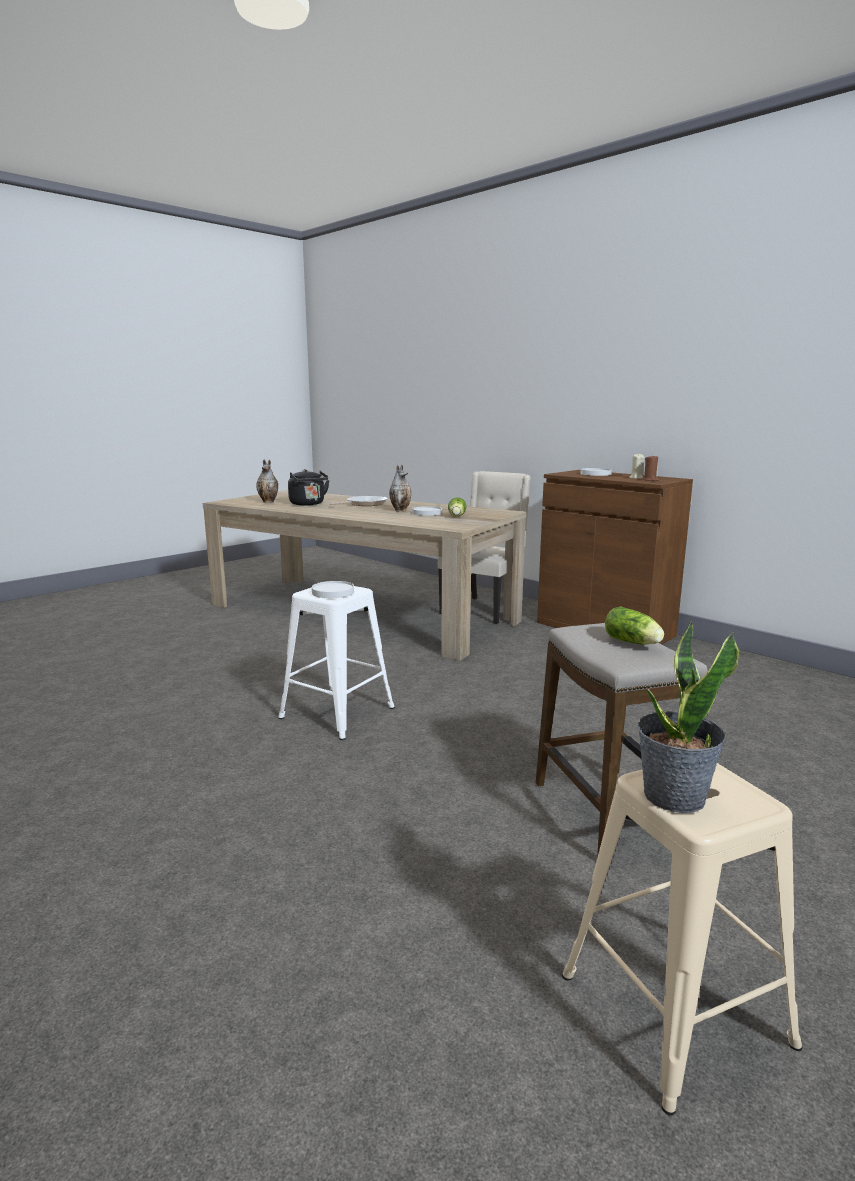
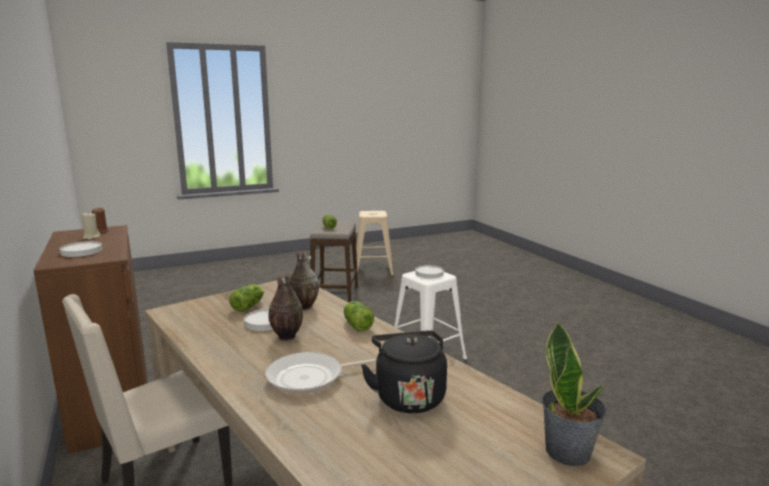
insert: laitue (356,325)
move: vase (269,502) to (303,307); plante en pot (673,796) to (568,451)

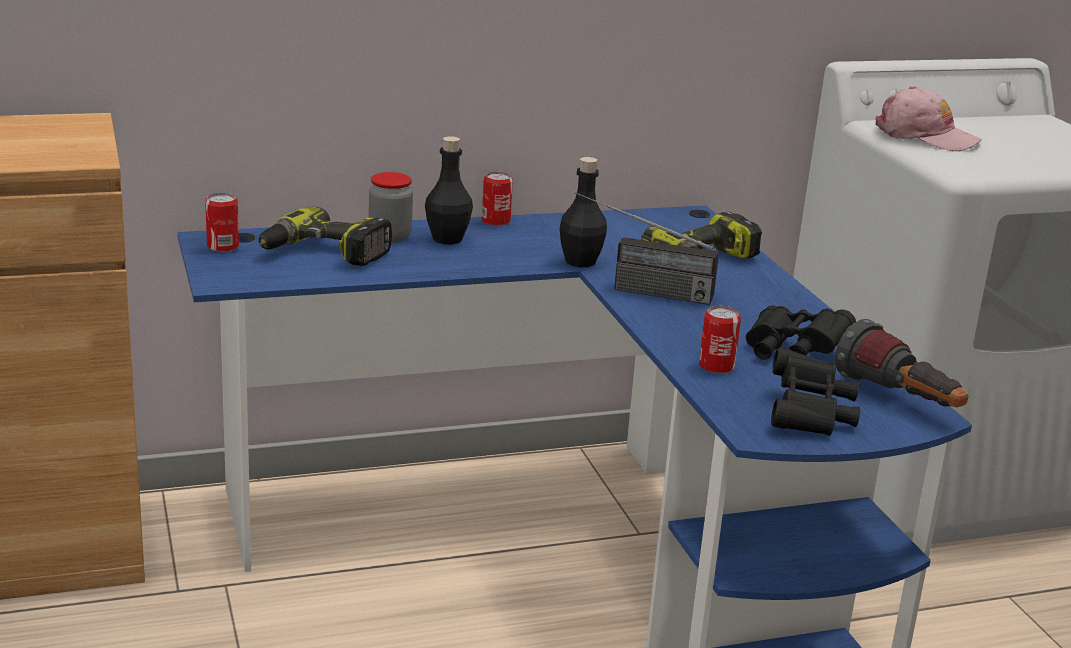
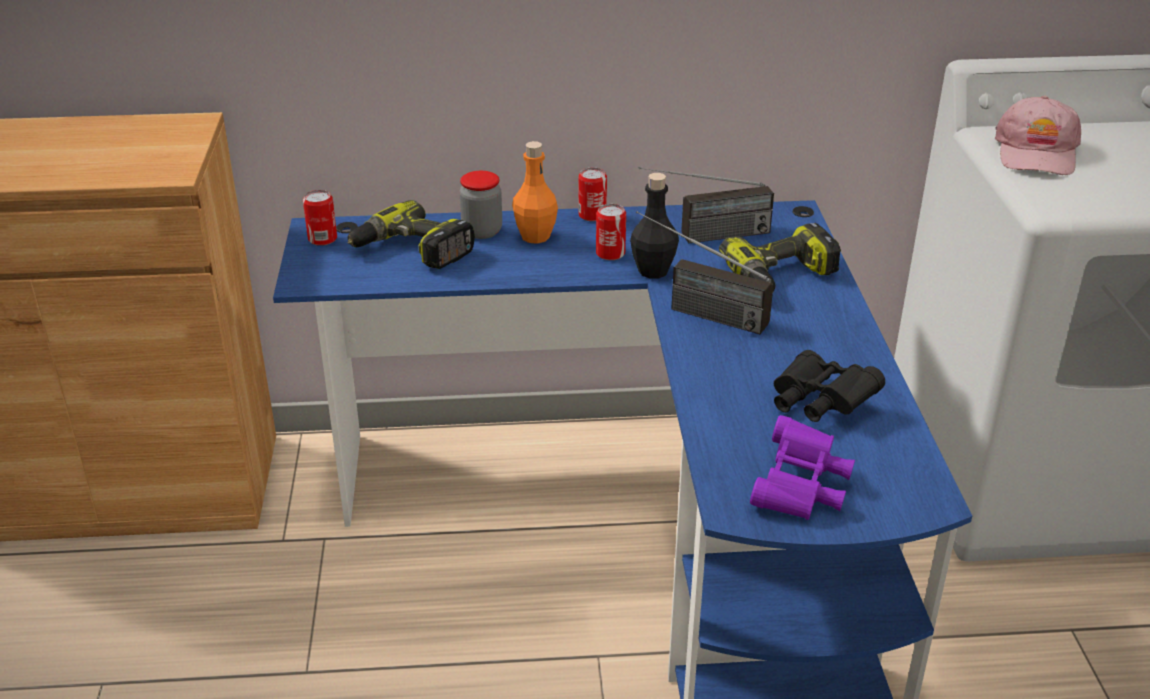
delete: lampe de poche (900,401)
insert: radio (704,237)
move: boîte métallique (716,366) to (610,253)
recolor: bouteille/noir (447,239) to bouteille/orange (535,236); jumelles/noir (809,415) to jumelles/violet (800,489)
rotate: casquette/rose (925,137) = (1036,152) 60 degrees clockwise

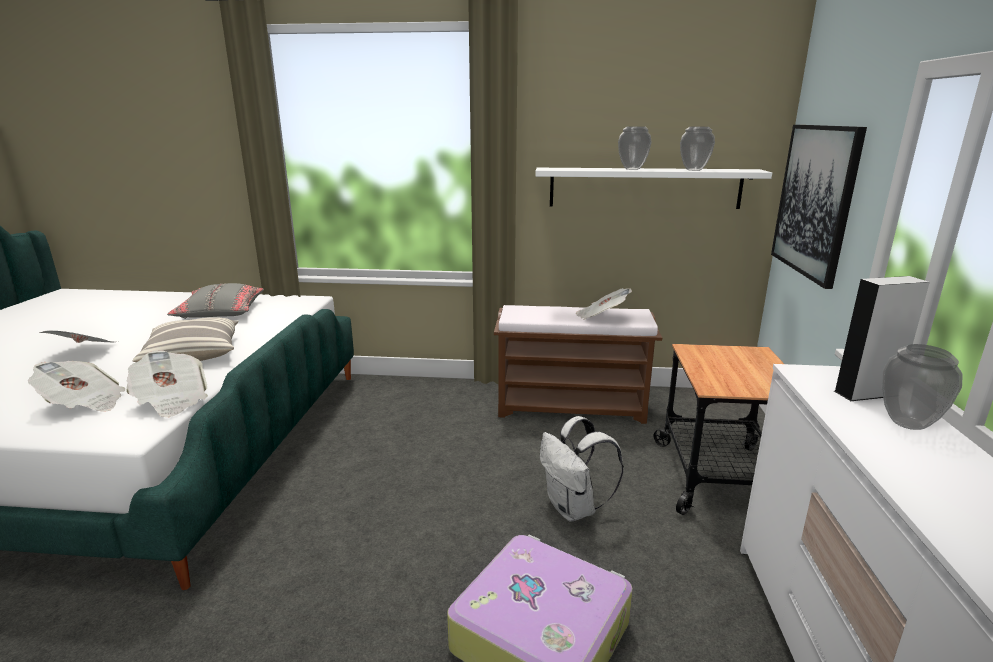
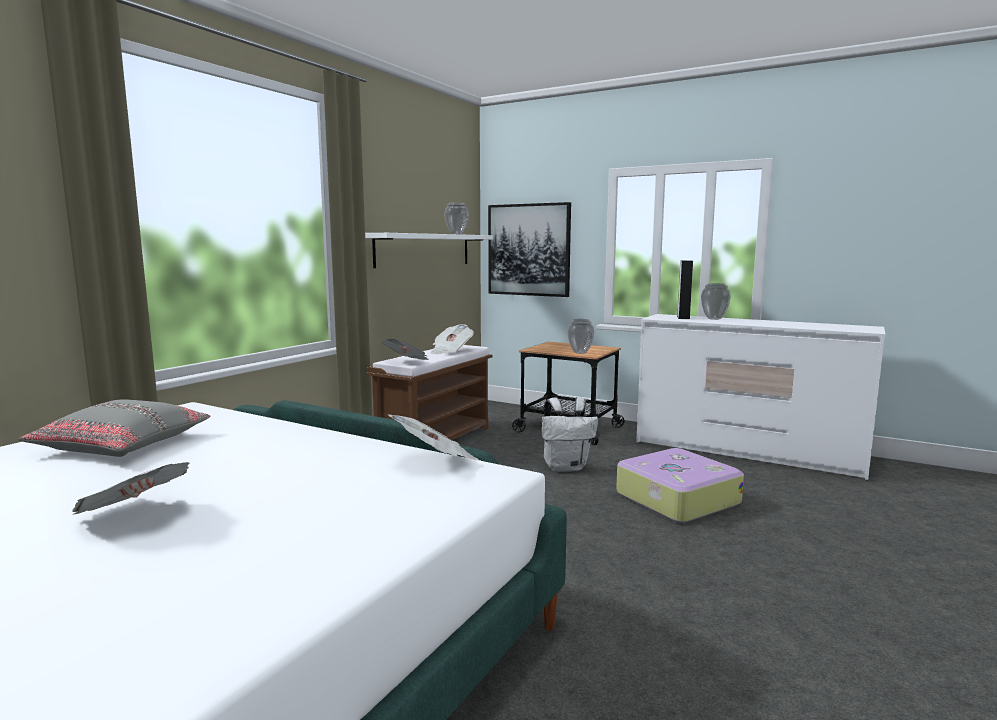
delete: coussin (193,354)
move: journal (84,404) to (407,363); vase (633,169) to (580,352)

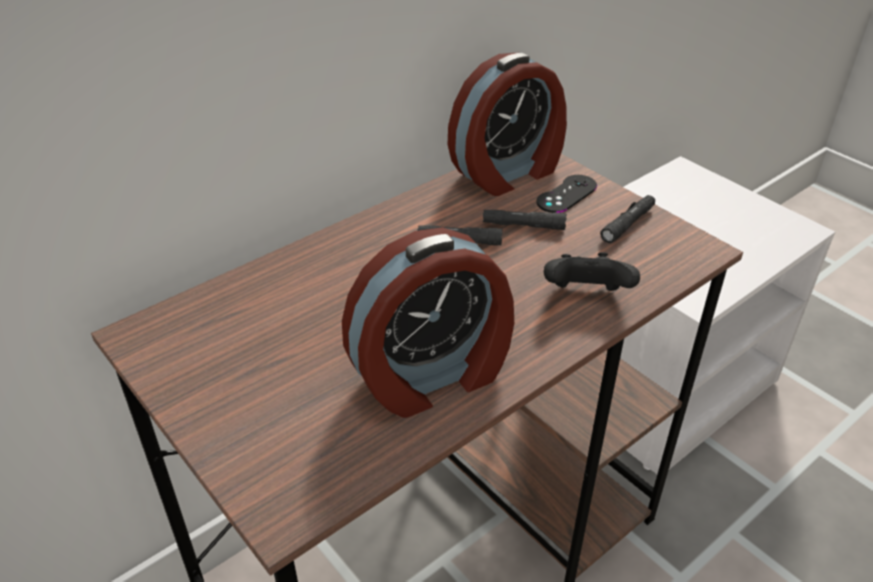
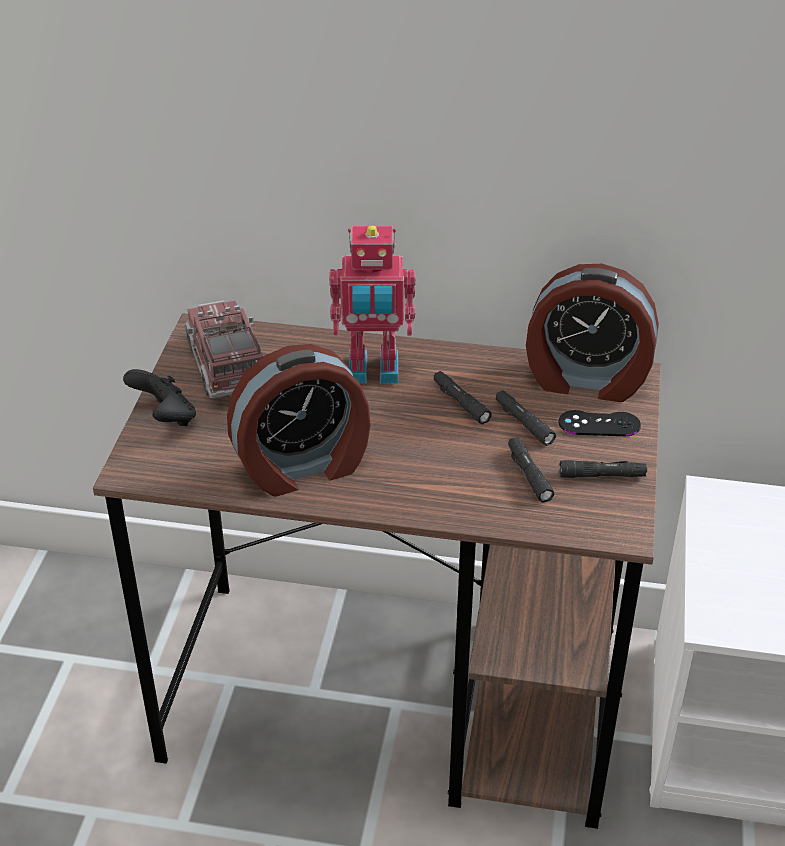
insert: camion jouet (227,365); robot jouet (373,372); lampe de poche/noir (528,474)
move: manette/noir (586,296) to (165,418)
rotate: réveil (433,376) = (303,466) 45 degrees counterclockwise

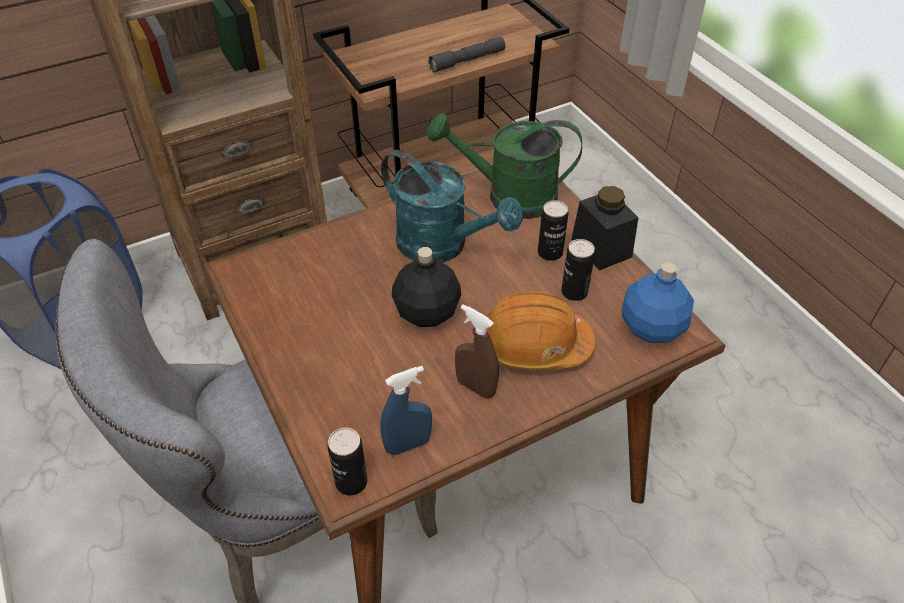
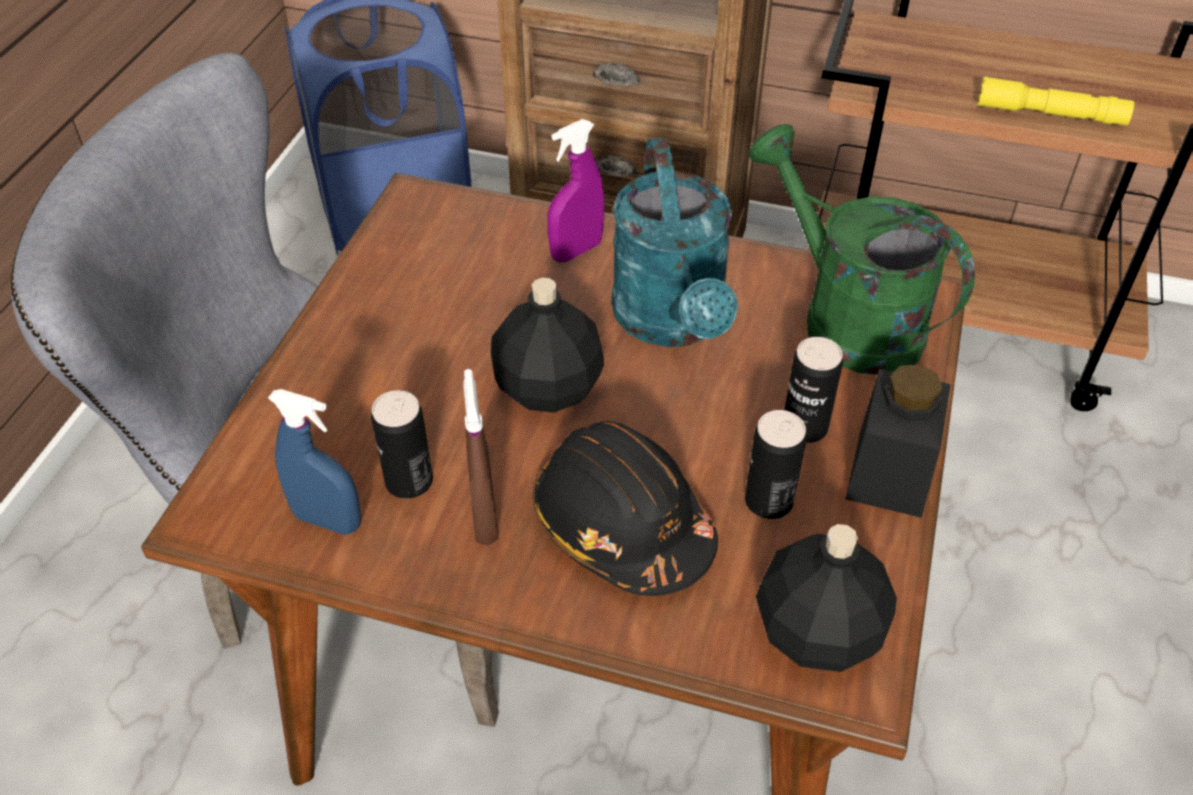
insert: vaporisateur/violet (576,251)
move: boîte métallique (351,482) to (409,481)
recolor: casque de chantier/orange (534,345) to casque de chantier/noir (621,526); bouteille/bleu (653,327) to bouteille/noir (819,634); lampe de poche/gris (467,61) to lampe de poche/jaune (1050,114)

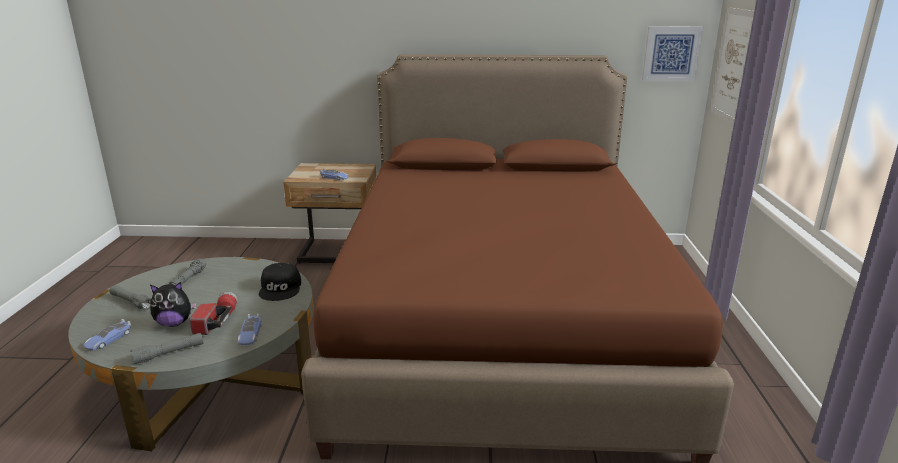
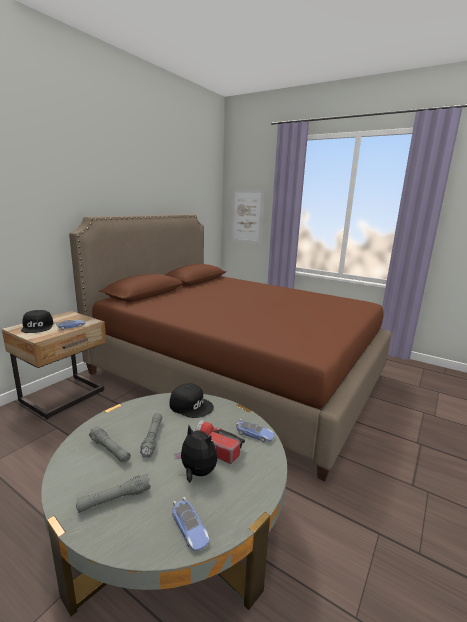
delete: tableau (671,53)
insert: casquette/noir (38,326)
move: lampe de poche/gris (169,353) to (152,438)
rotate: peluche (174,323) = (197,473) 75 degrees counterclockwise

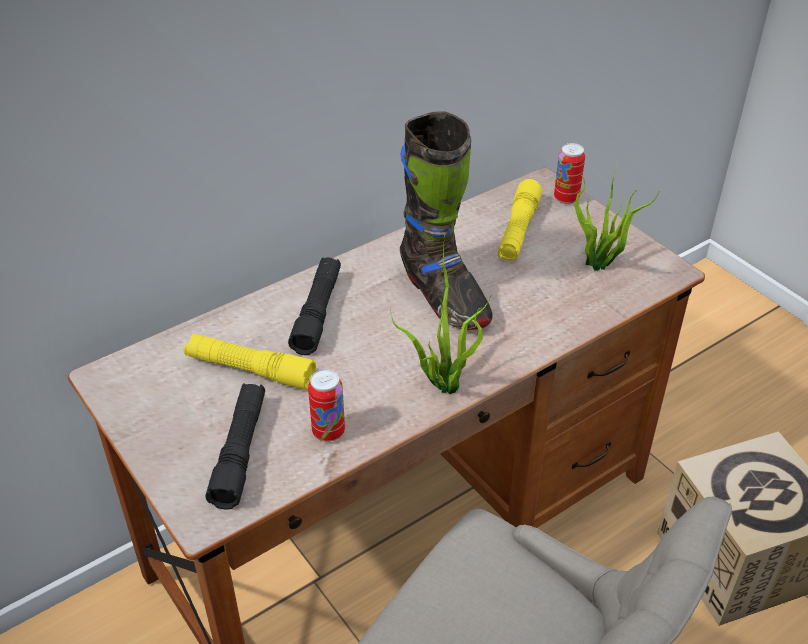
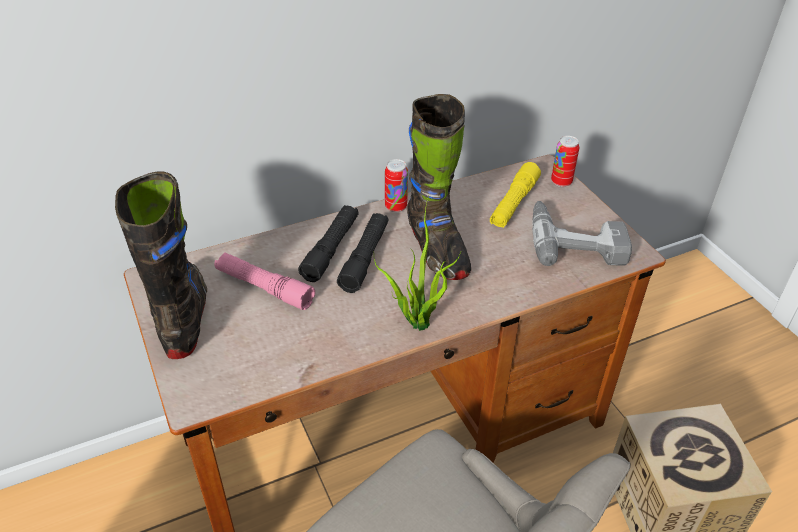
insert: botte/noir (184,317)
move: lampe de poche/noir (240,452) to (365,258); boîte métallique (328,432) to (396,207)
replace: plante en pot (599,265) to perceuse (575,241)
recolor: lampe de poche/jaune (250,370) to lampe de poche/rose (264,288)

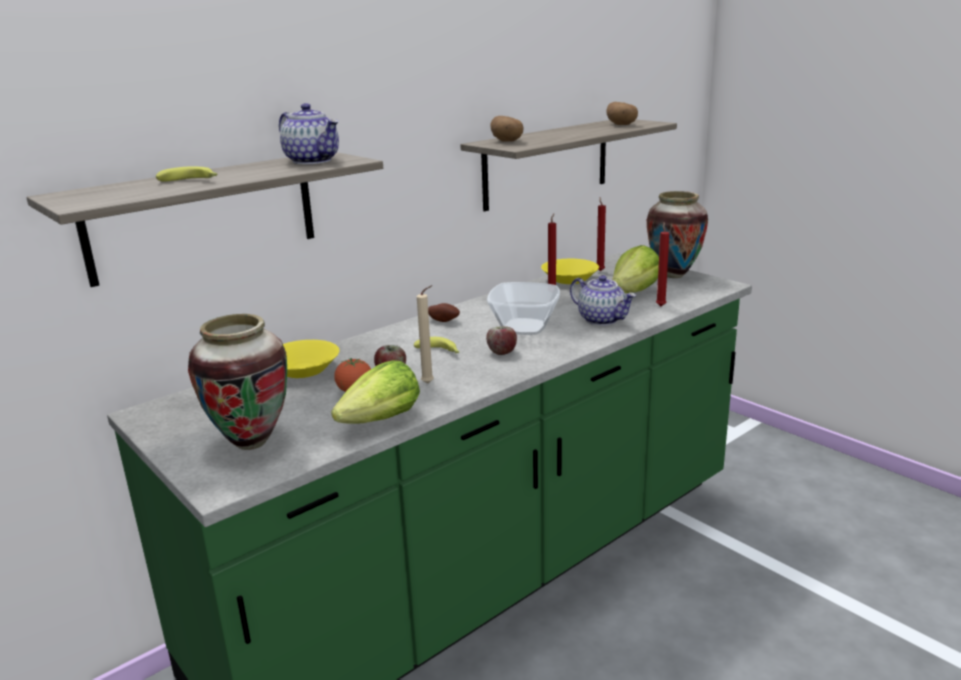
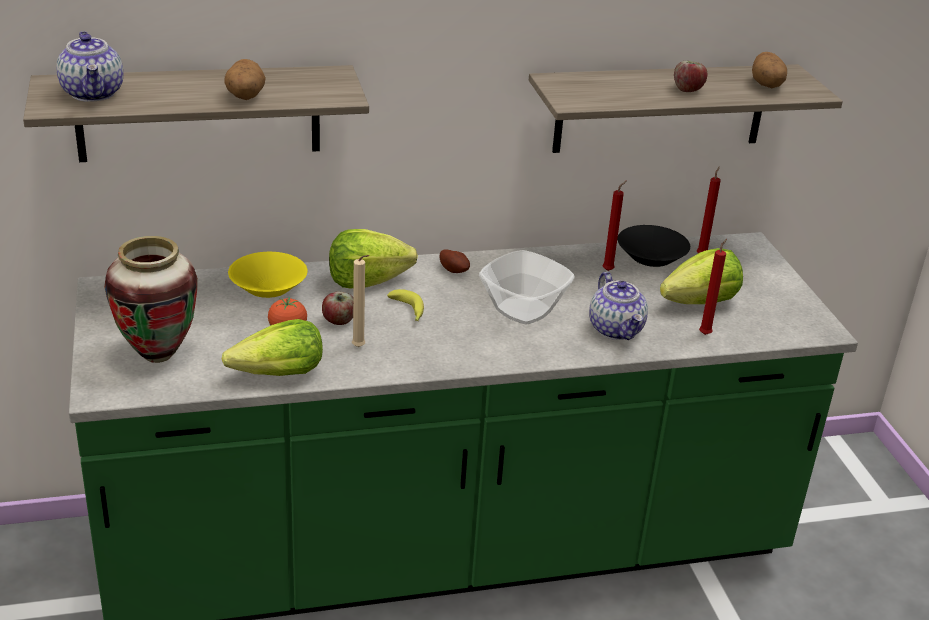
delete: banane (191,181); vase (673,275)
insert: laitue (367,281)
move: théière (313,161) to (94,93); pomme de terre (507,141) to (245,96); pomme (502,352) to (688,90)
recolor: bol/jaune (569,279) to bol/noir (651,256)

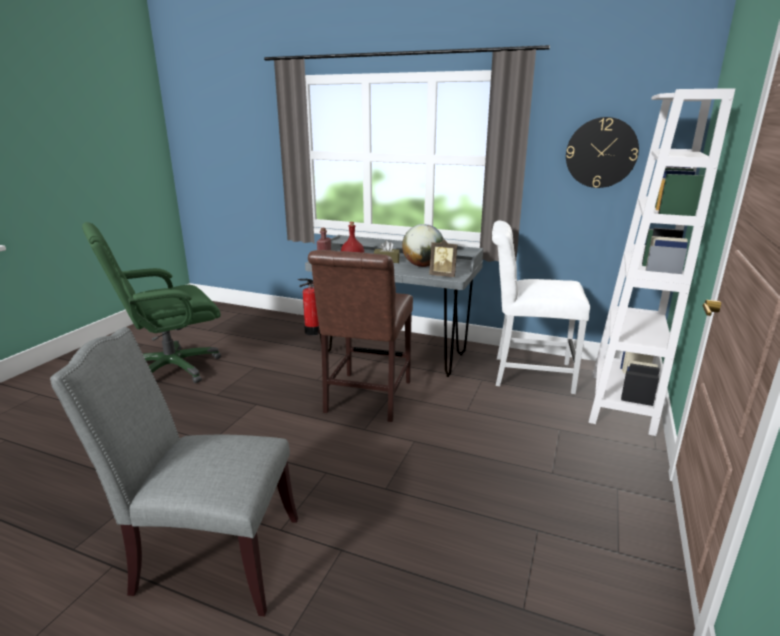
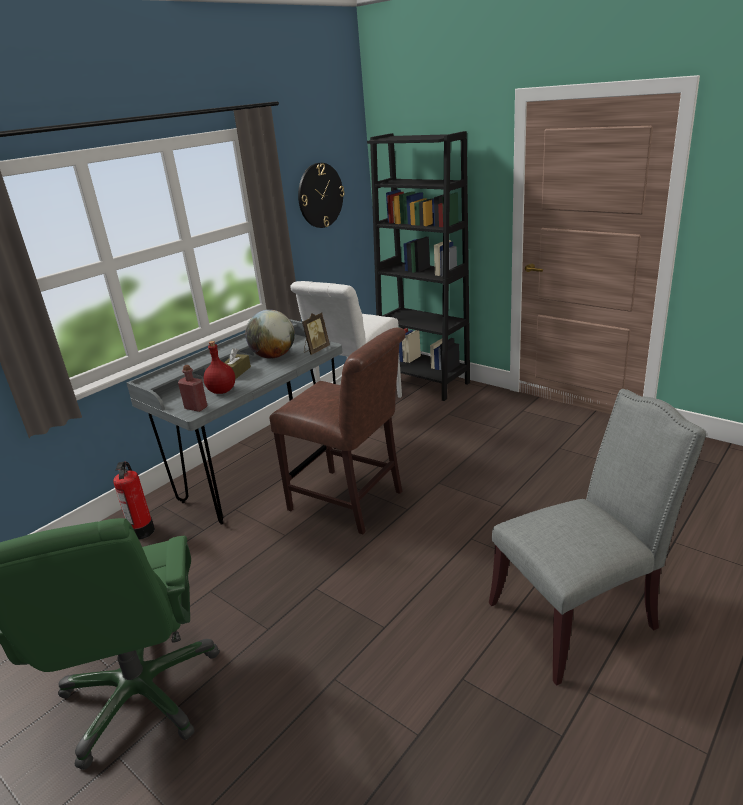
recolor: bibliothèque/blanc (621,403) to bibliothèque/noir (423,383)
rotate: chaise/gris (210,558) = (579,616) 135 degrees counterclockwise

